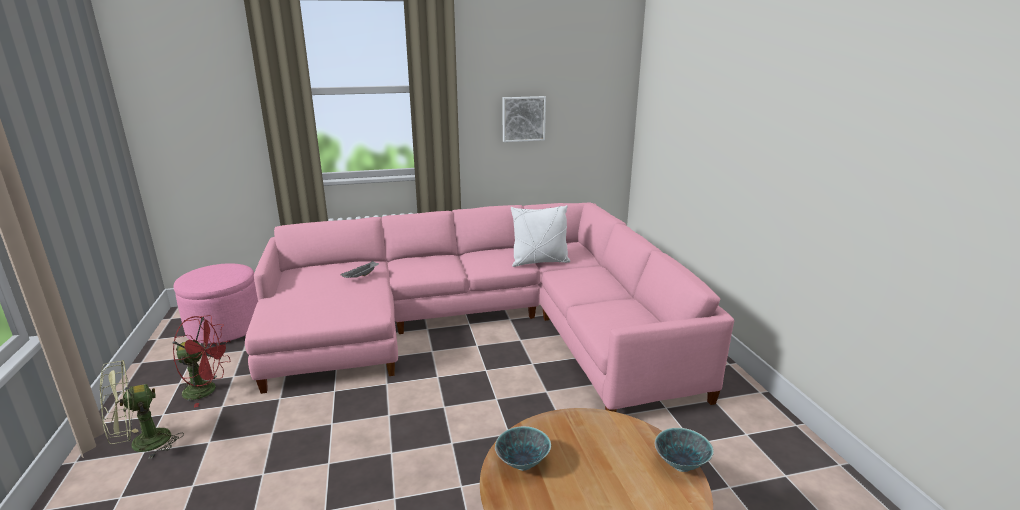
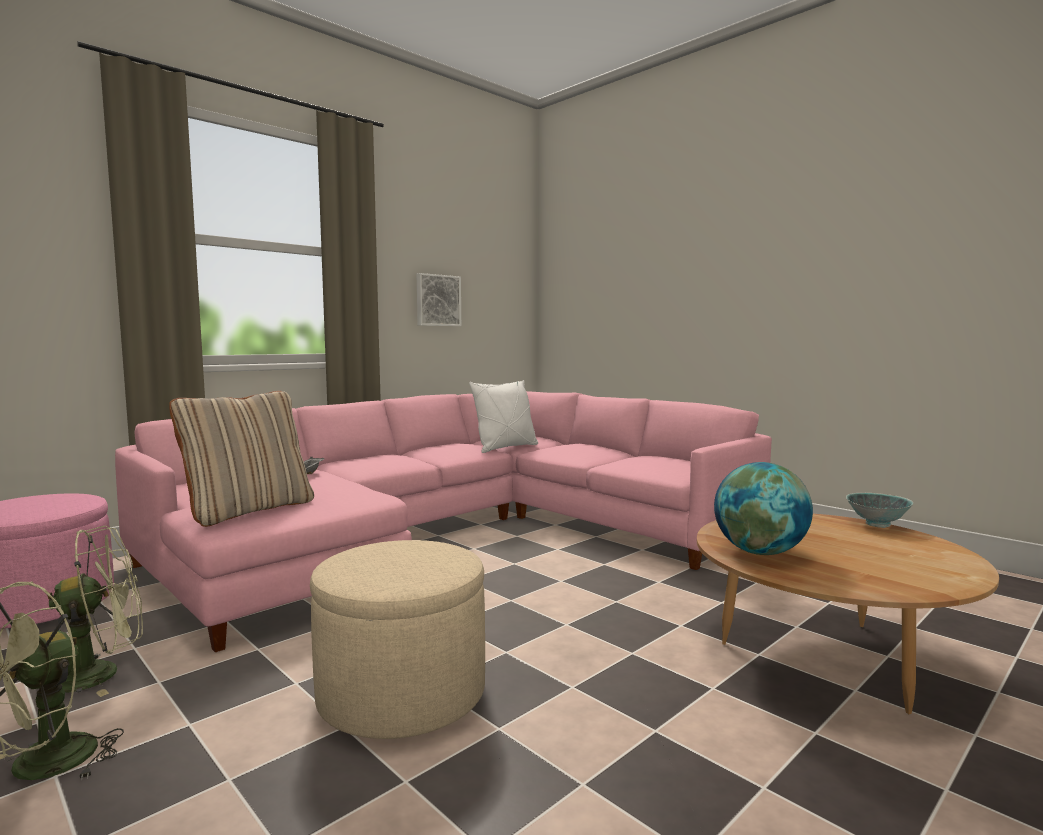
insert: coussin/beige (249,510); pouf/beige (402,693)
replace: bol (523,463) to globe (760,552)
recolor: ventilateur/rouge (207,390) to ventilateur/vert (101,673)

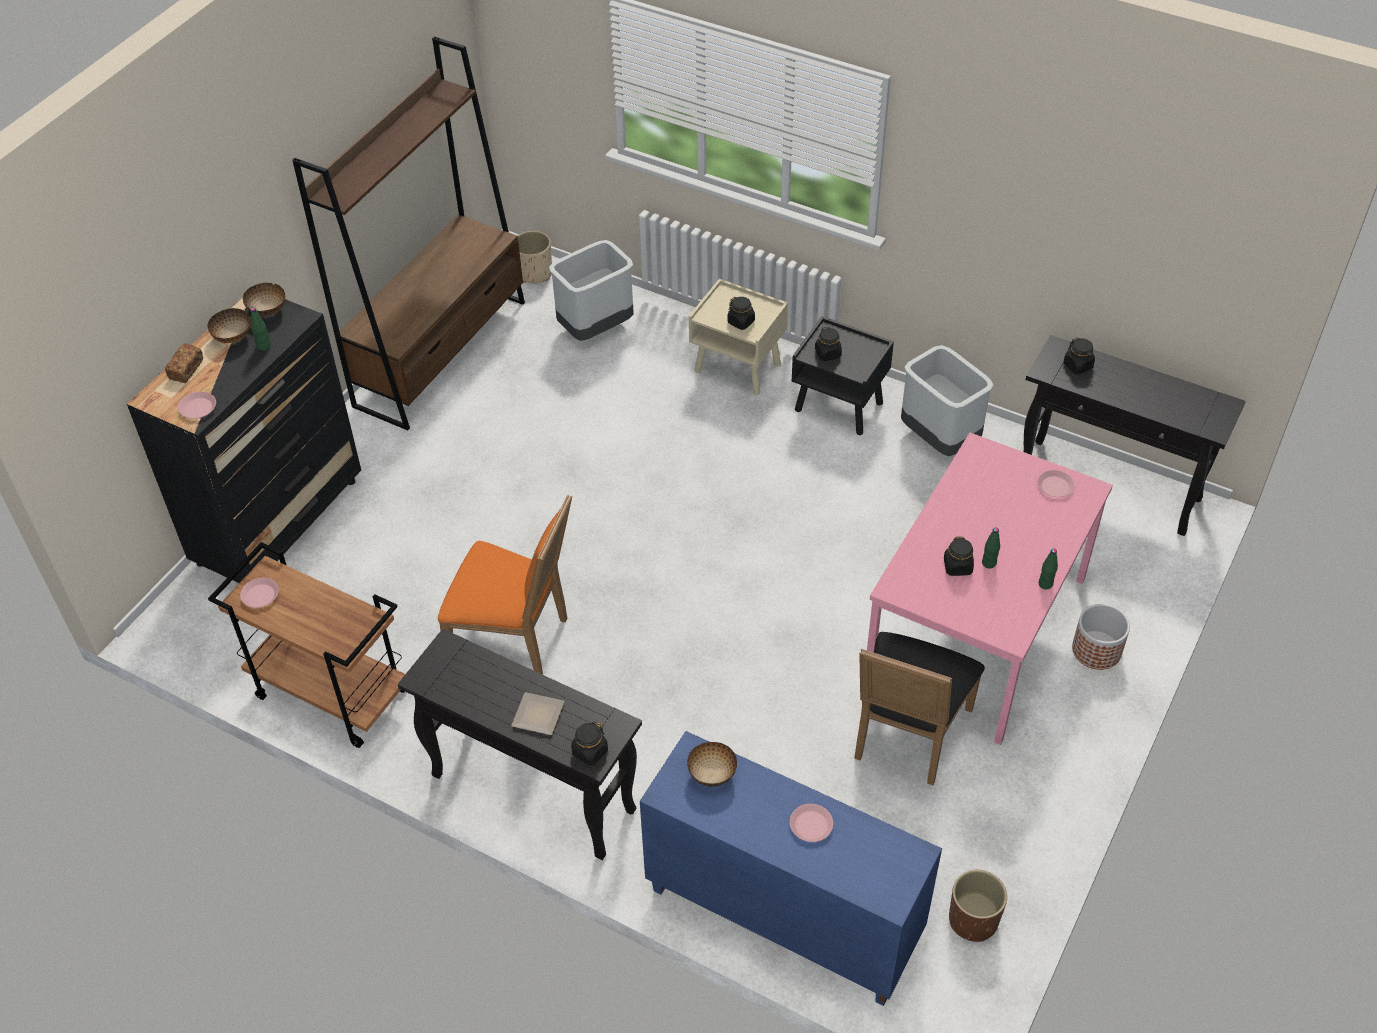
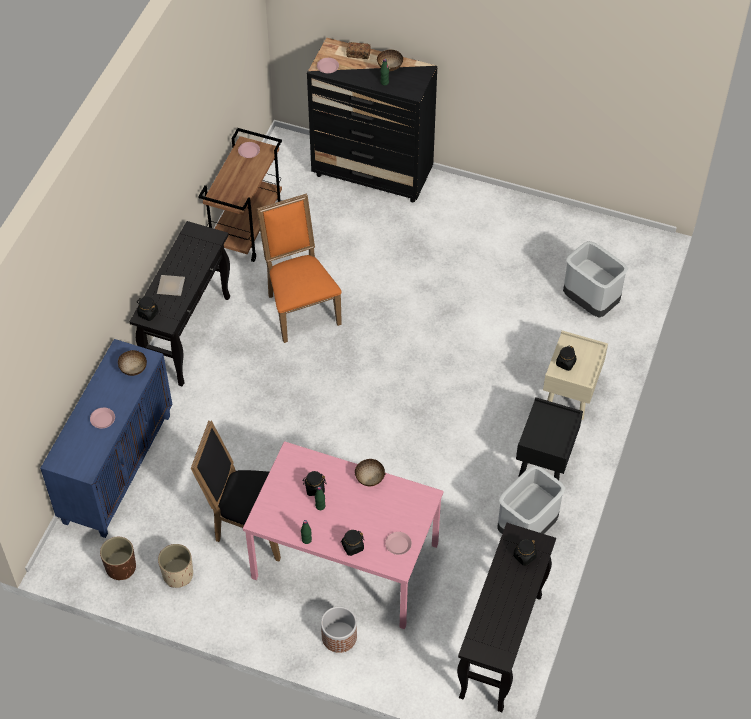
delete: bibliothèque/marron (441,353)
move: cache-pot/beige (535,273) to (178,575); bocal/noir (828,354) to (352,547); bol (268,311) to (369,479)
rotate: chaise/orange (515,638) = (300,307) 150 degrees clockwise

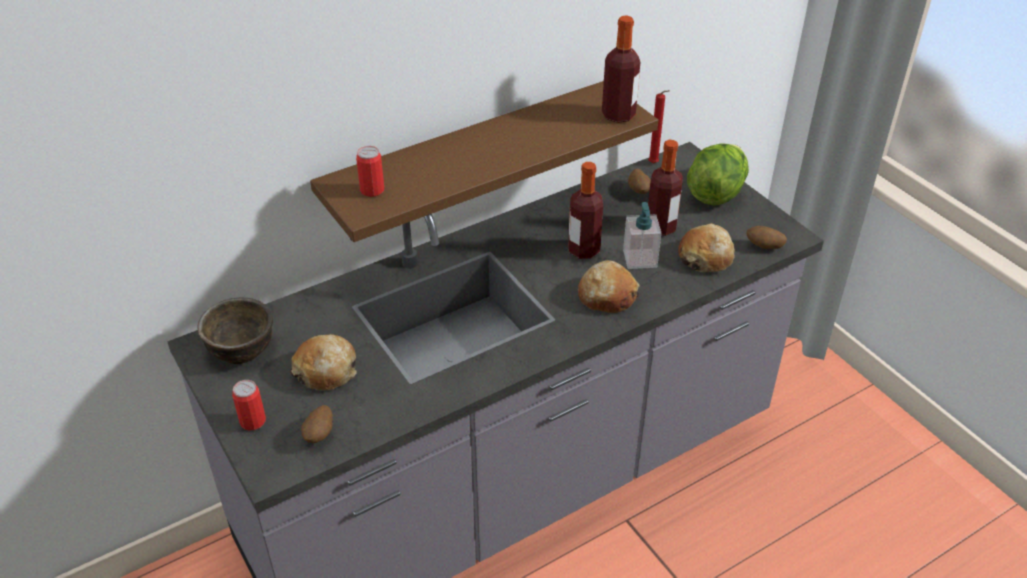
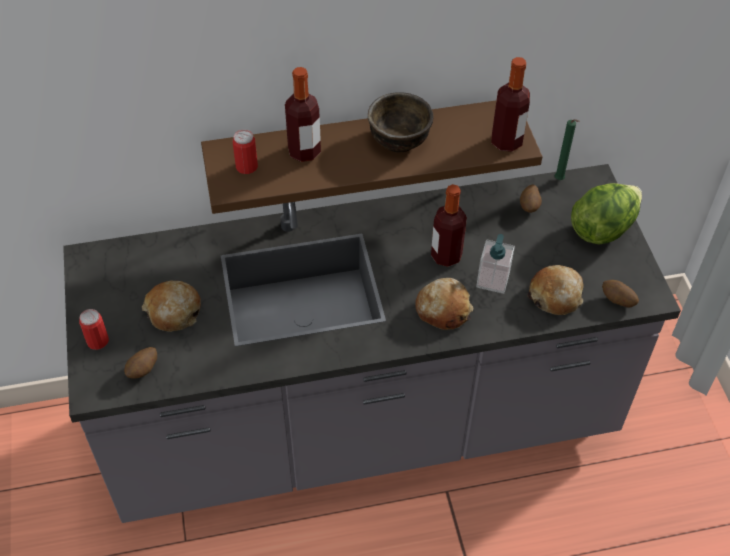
move: bouteille (661,227) to (304,151); bol/marron (241,349) to (398,139)
recolor: bougie/rouge (654,164) to bougie/vert (560,180)

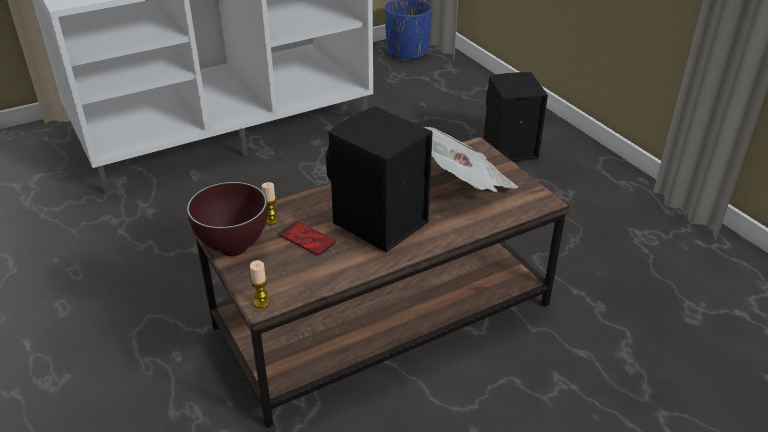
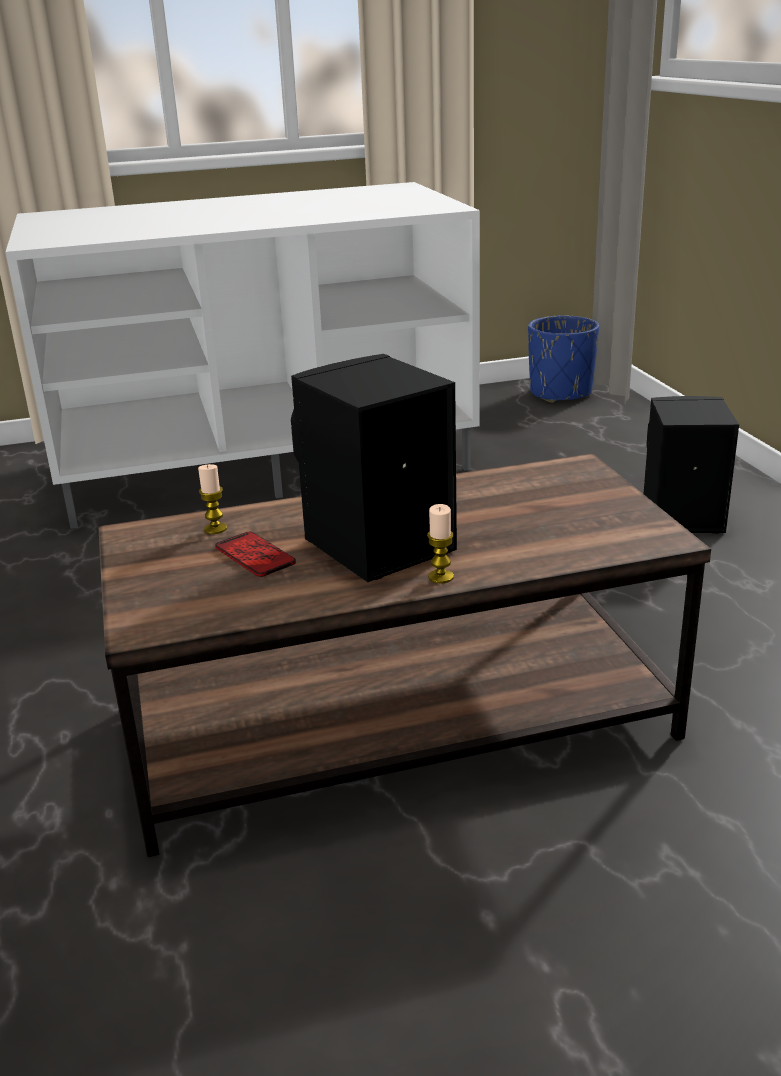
delete: bol/marron (235,248); journal (463,184)
move: bougie (261,302) to (441,577)

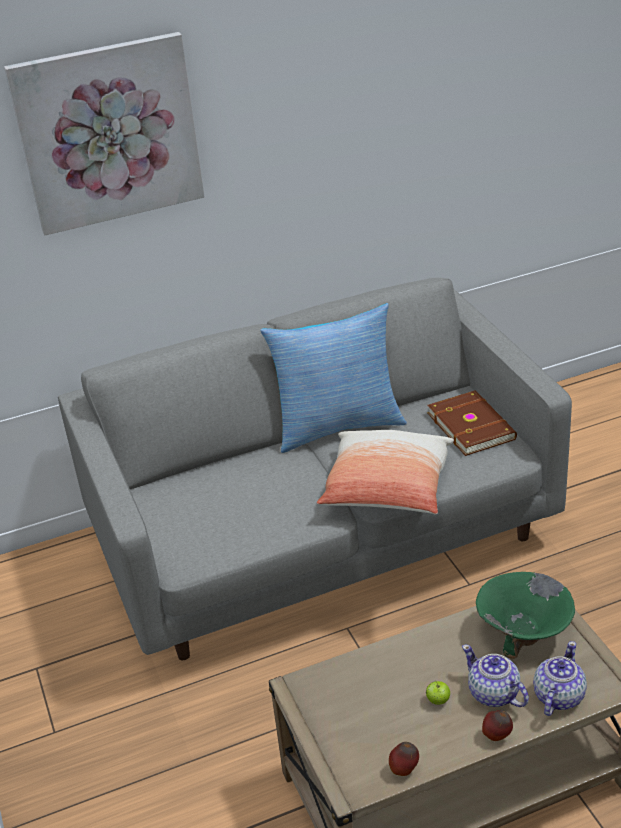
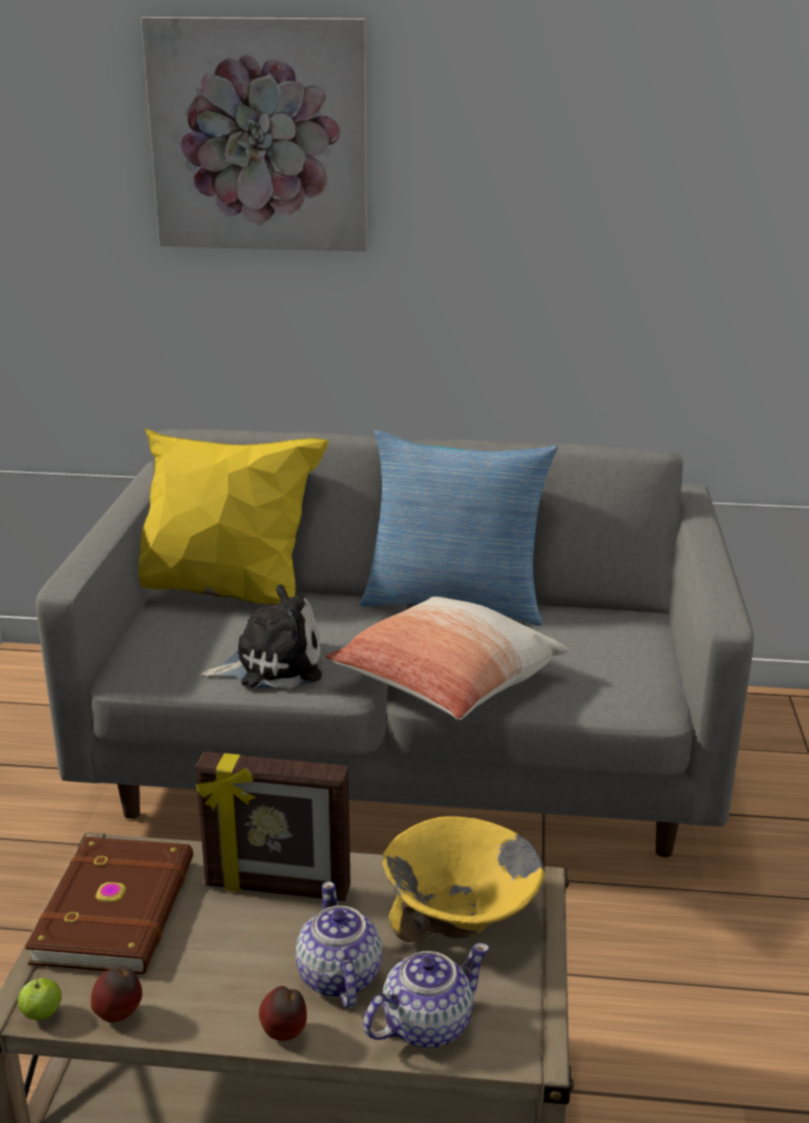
insert: coussin/jaune (225,594); cadre photo (277,888); peluche (271,665)
move: pomme (438,701) to (42,1014); livre/marron (472,425) to (119,909)
recolor: bol/vert (524,633) to bol/jaune (460,919)

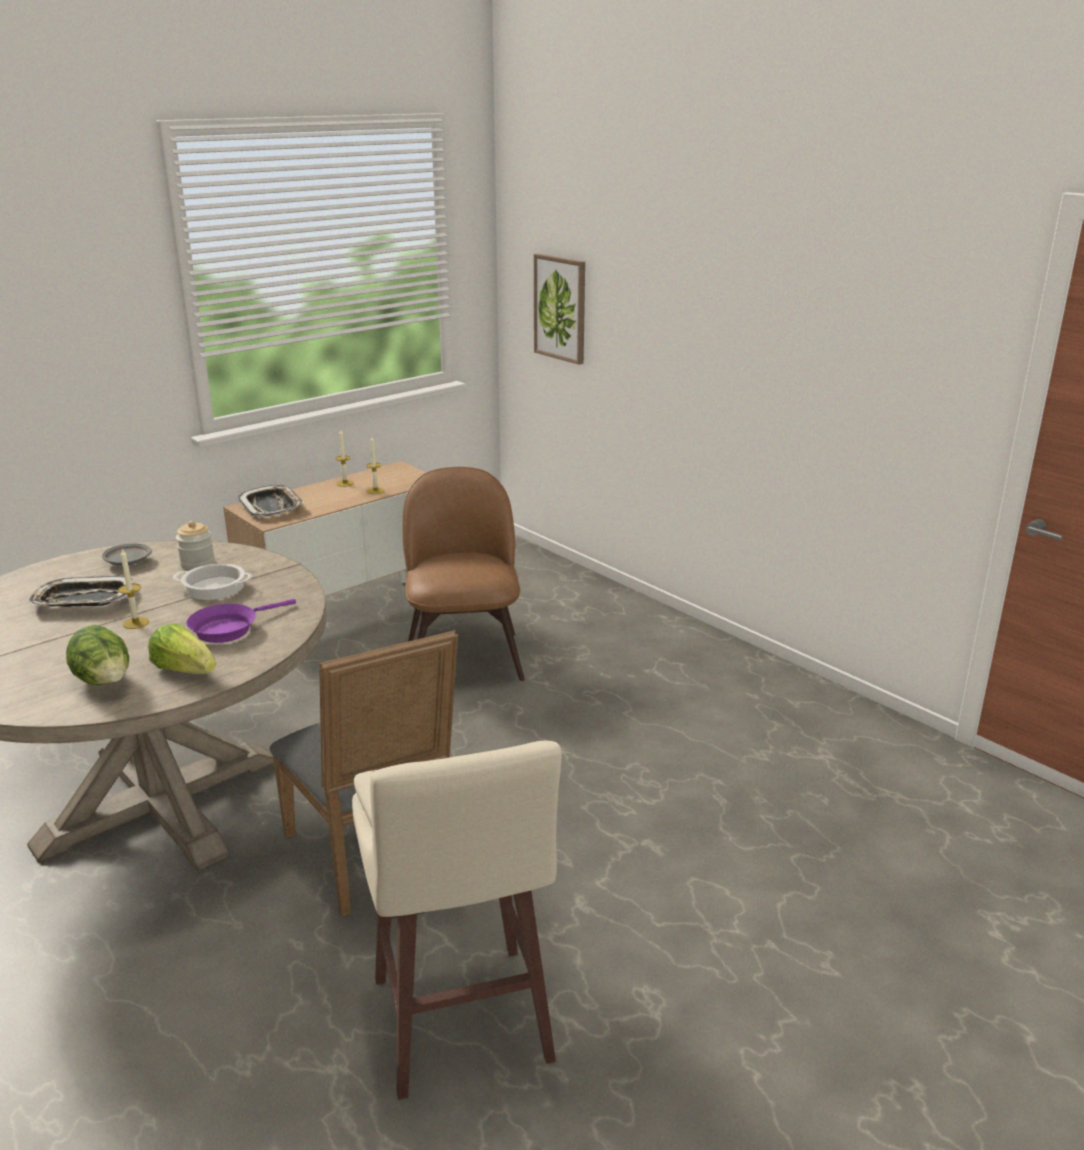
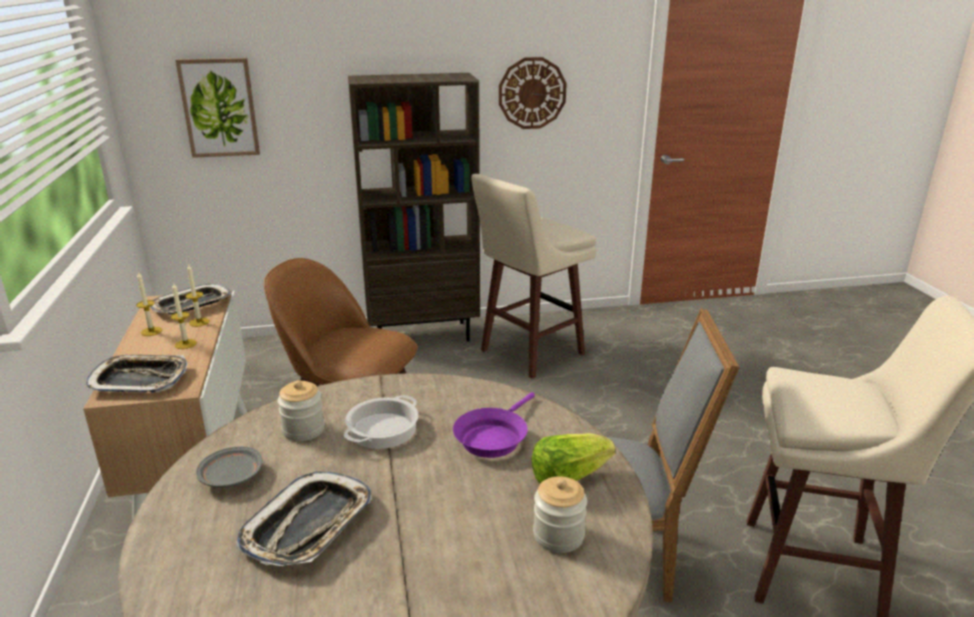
insert: plateau (191,305); bibliothèque/marron (423,334); tabouret/beige (529,353); horloge murale (532,93)
move: bougie (136,623) to (185,344)
replace: laitue (105,682) to bocal (558,535)
rotate: poêle/violet (229,628) = (493,437) 45 degrees clockwise

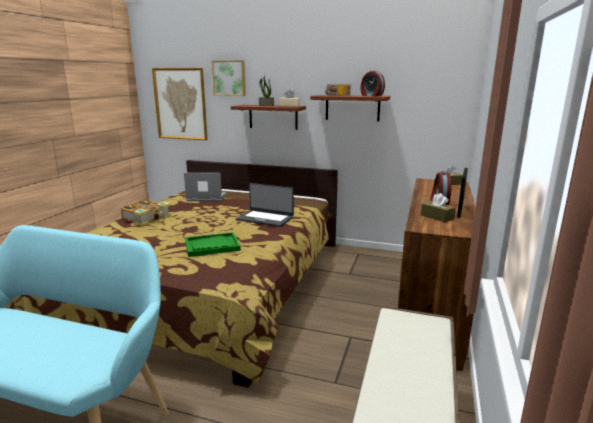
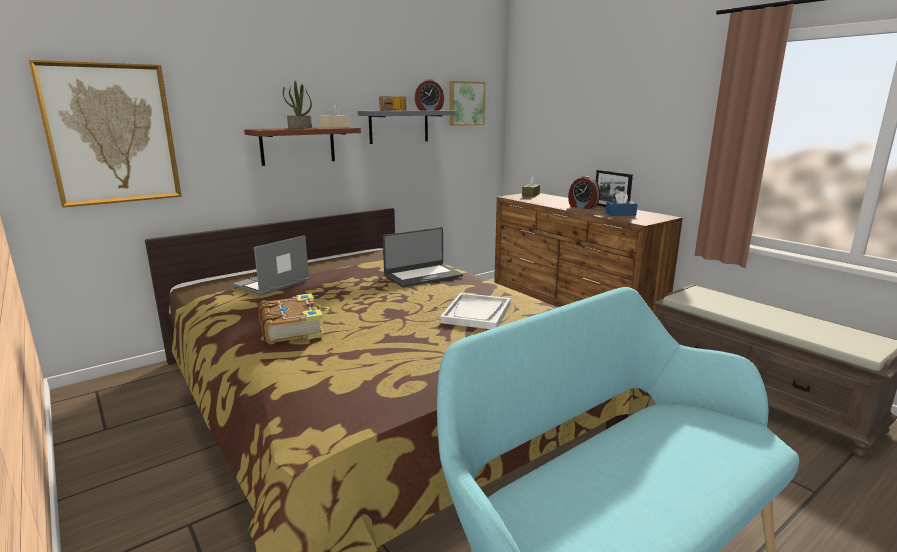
move: tableau (229,78) to (465,103)
recolor: étagère/marron (352,108) to étagère/gris (399,126); plateau/vert (212,246) to plateau/blanc (477,313); boîte à mouchoirs/marron (437,217) to boîte à mouchoirs/bleu (620,214)

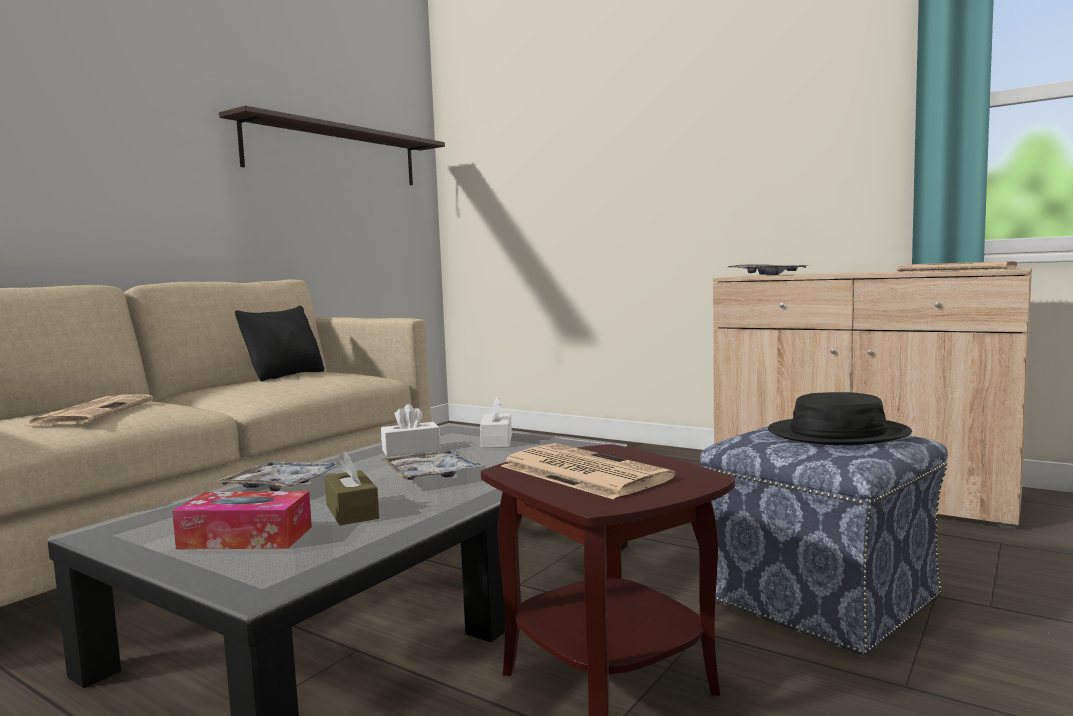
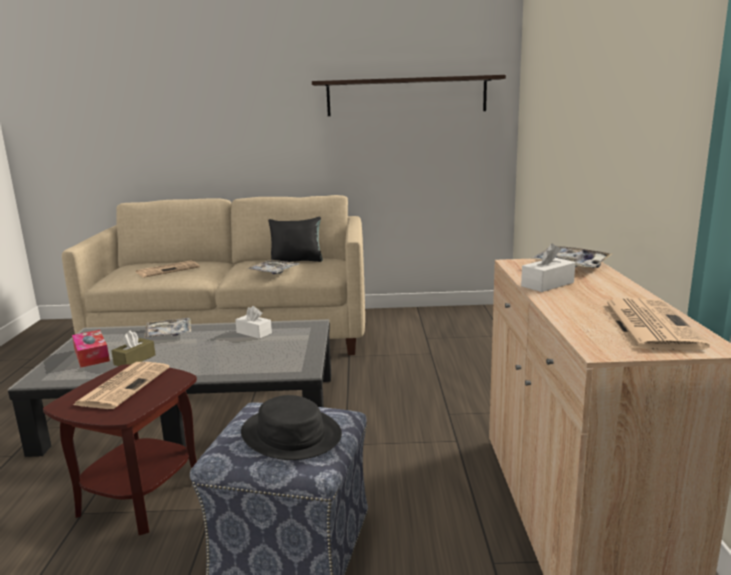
move: plateau (432,475) to (274,271); boîte à mouchoirs/blanc (496,441) to (547,284)

